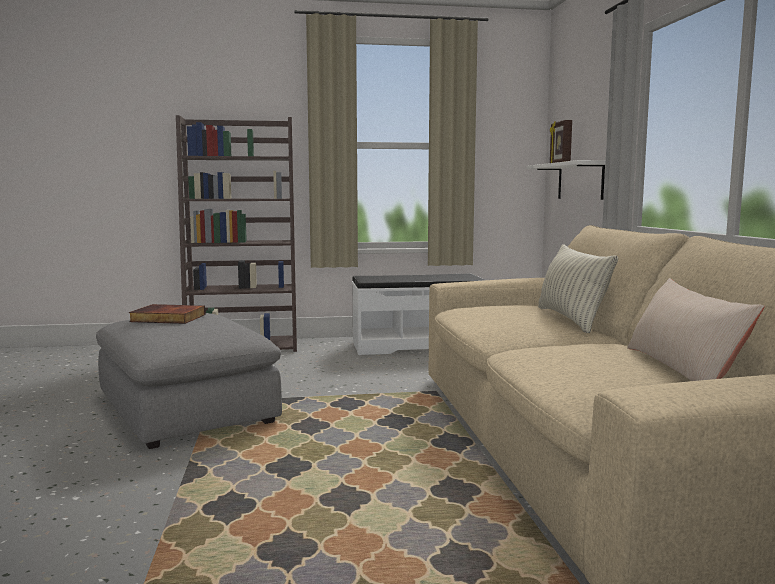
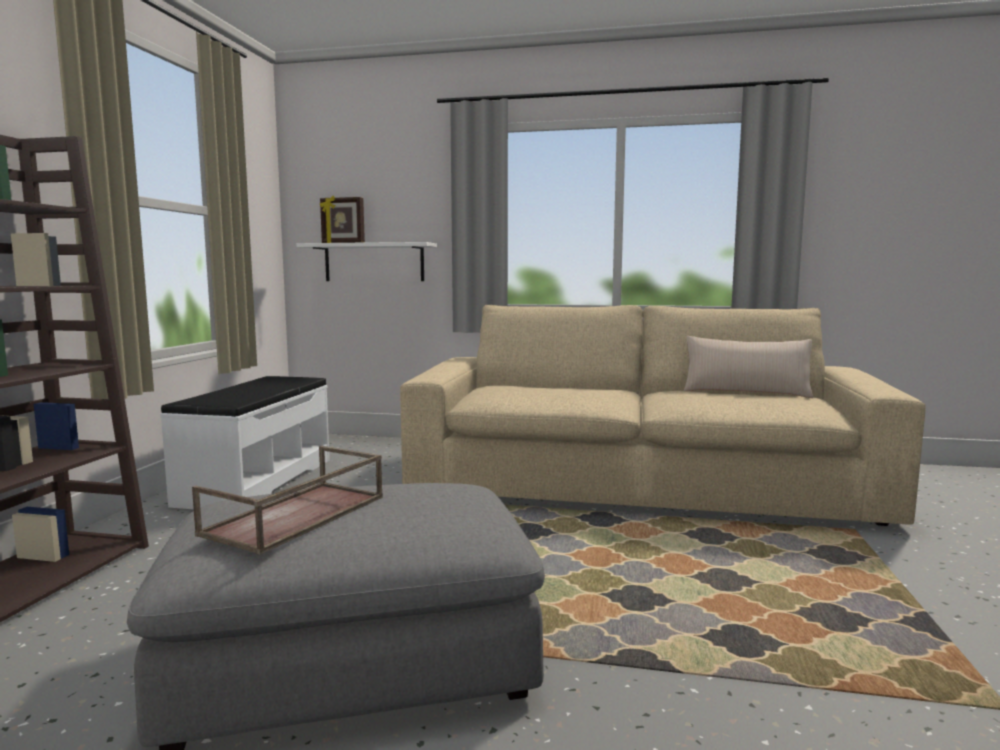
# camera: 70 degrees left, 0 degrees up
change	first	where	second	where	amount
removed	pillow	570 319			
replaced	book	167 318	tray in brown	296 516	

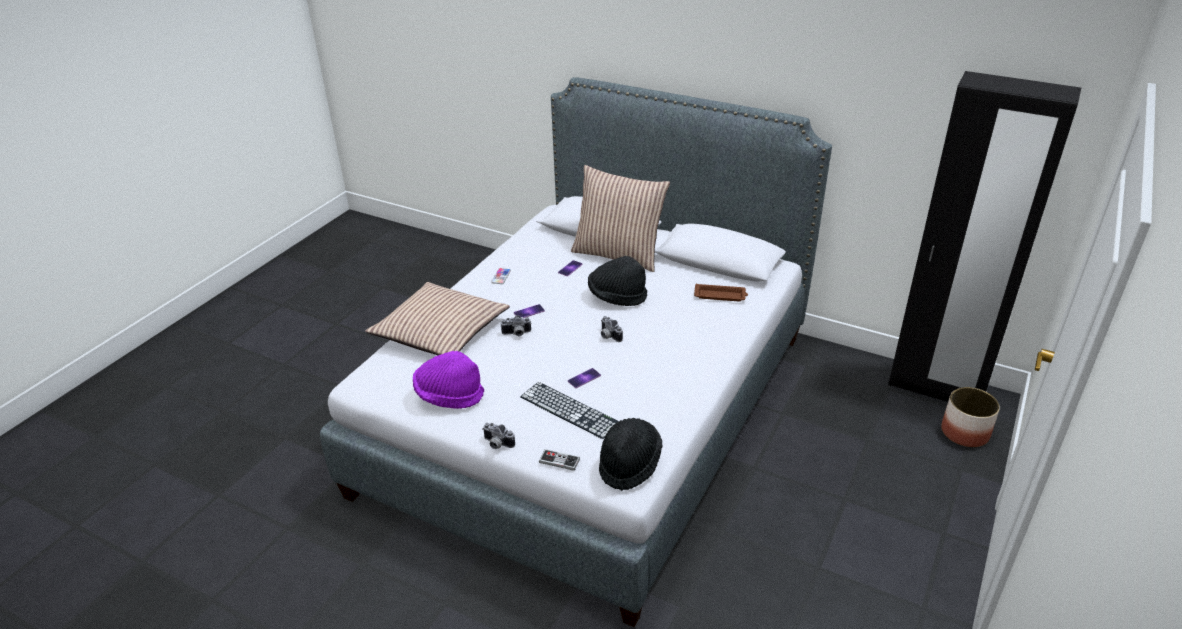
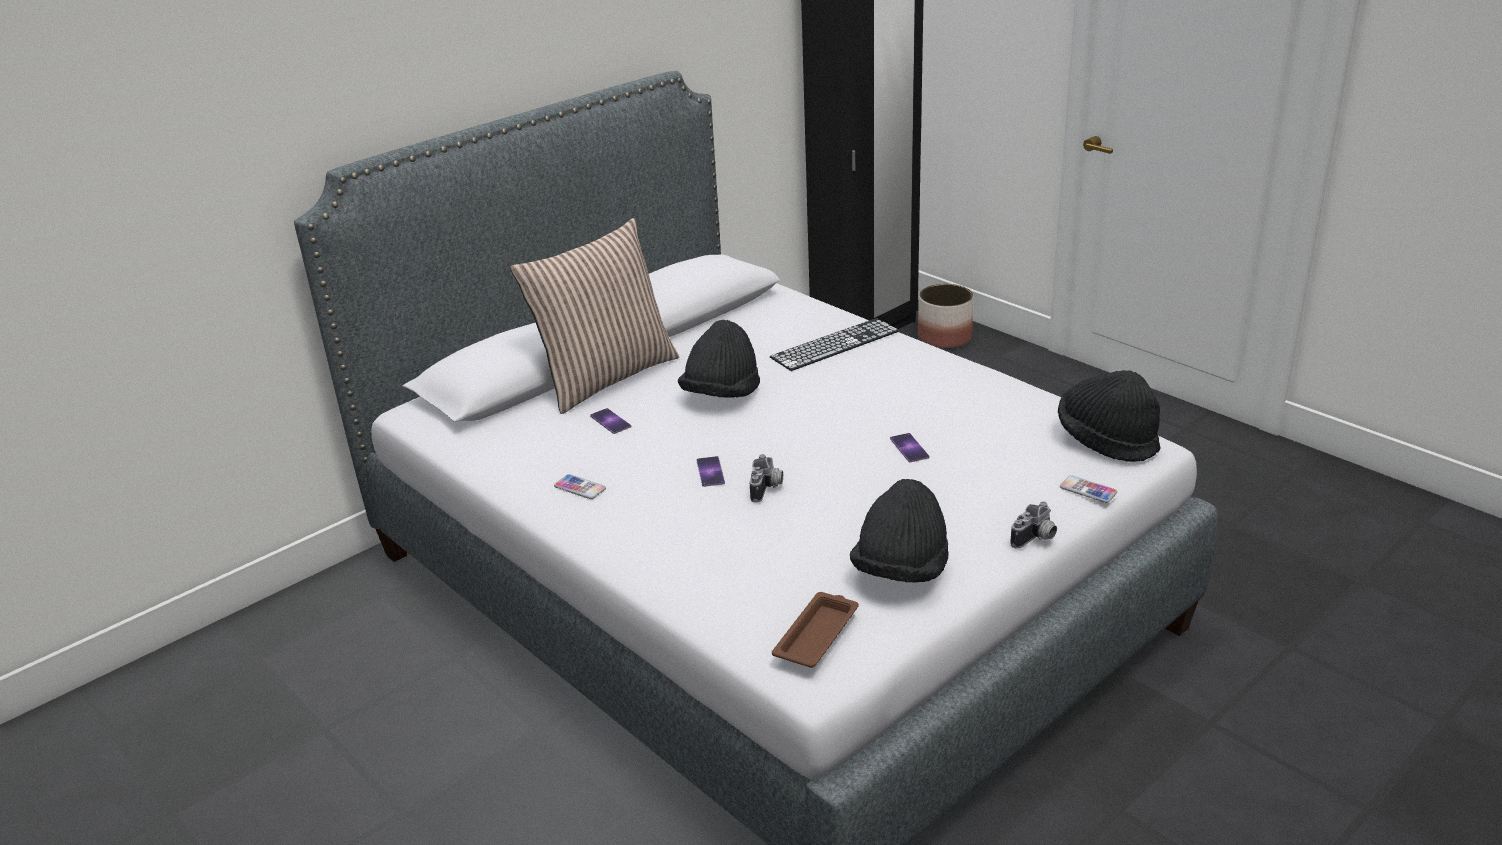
# camera: 70 degrees left, 5 degrees down
change	first	where	second	where	amount
removed	pillow	440 332			
removed	photo camera	608 336			
moved	keyboard	569 410		835 344	
moved	tray in brown	720 296		817 634	
replaced	game controller	559 461	phone	1088 490	
recoloured	hat in purple	449 395	hat in black	901 570	

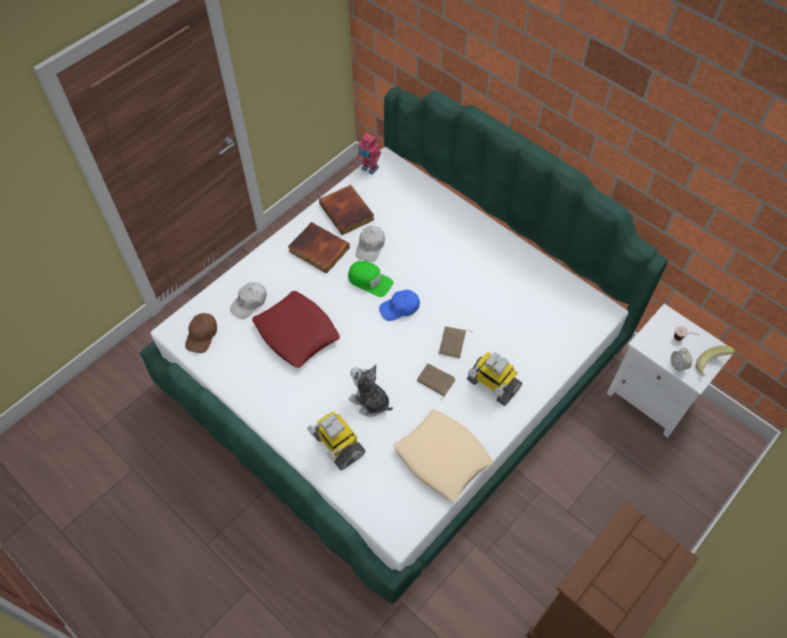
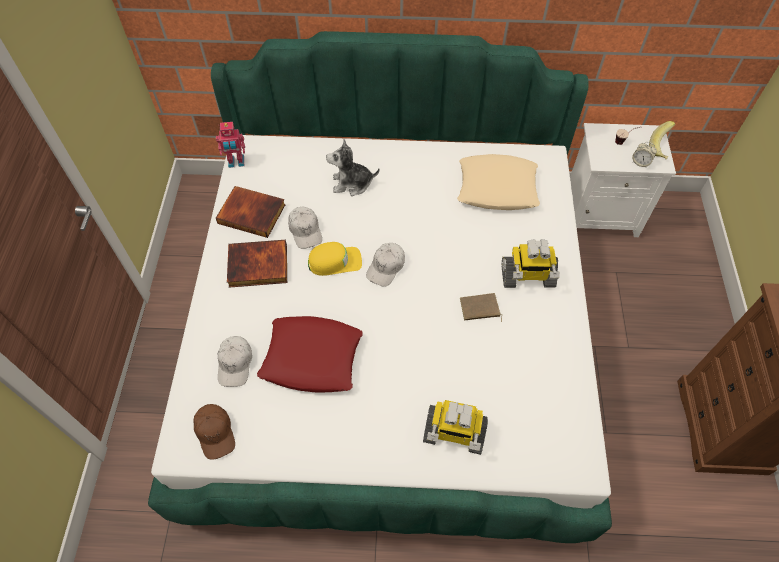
# camera: 40 degrees left, 0 degrees up
change	first	where	second	where	amount
removed	book in brown	453 343			
moved	plush toy	370 401		352 183	
moved	pillow in beige	442 457		497 188	
recoloured	cap in green	370 281	cap in yellow	335 261	
recoloured	cap in blue	400 308	cap in white	386 267	

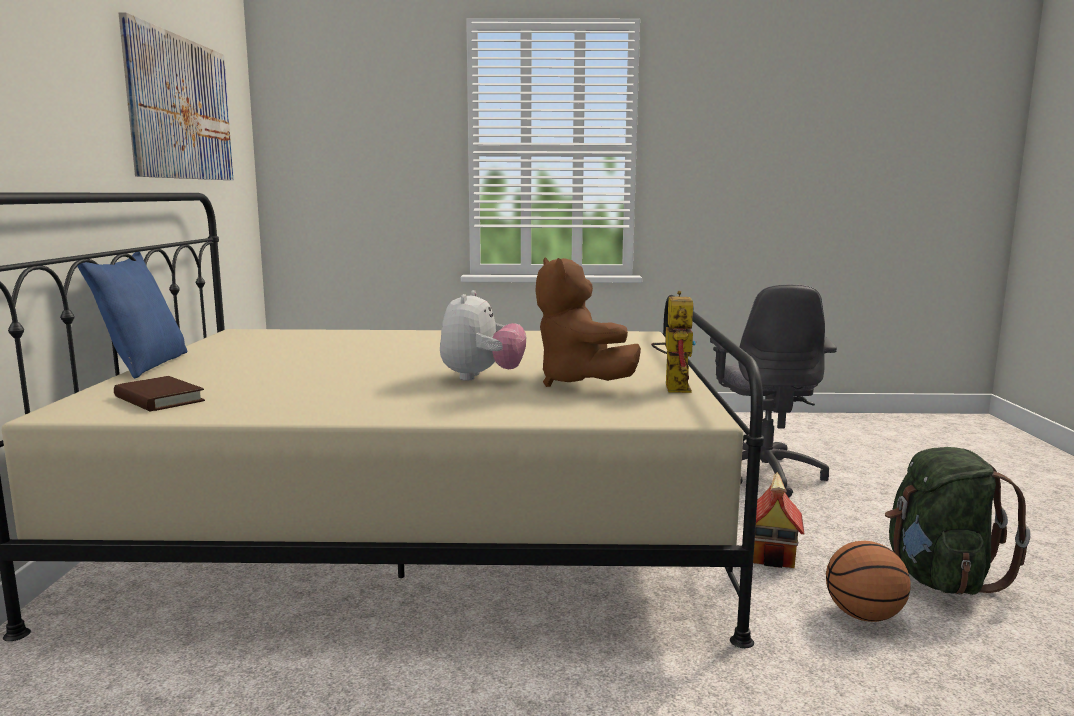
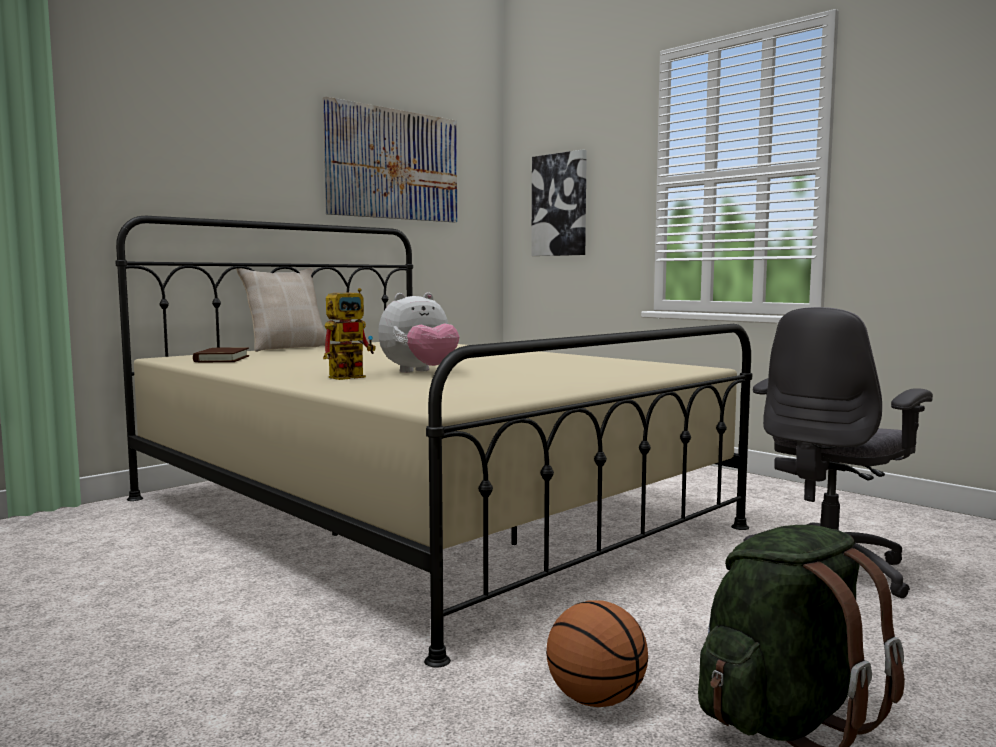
# camera: 45 degrees right, 5 degrees down
change	first	where	second	where	amount
removed	plush toy in brown	578 382			
removed	toy house	773 555			
added			picture	560 205	
moved	toy robot	673 386		352 376	
recoloured	pillow in blue	143 365	pillow in beige	286 348	

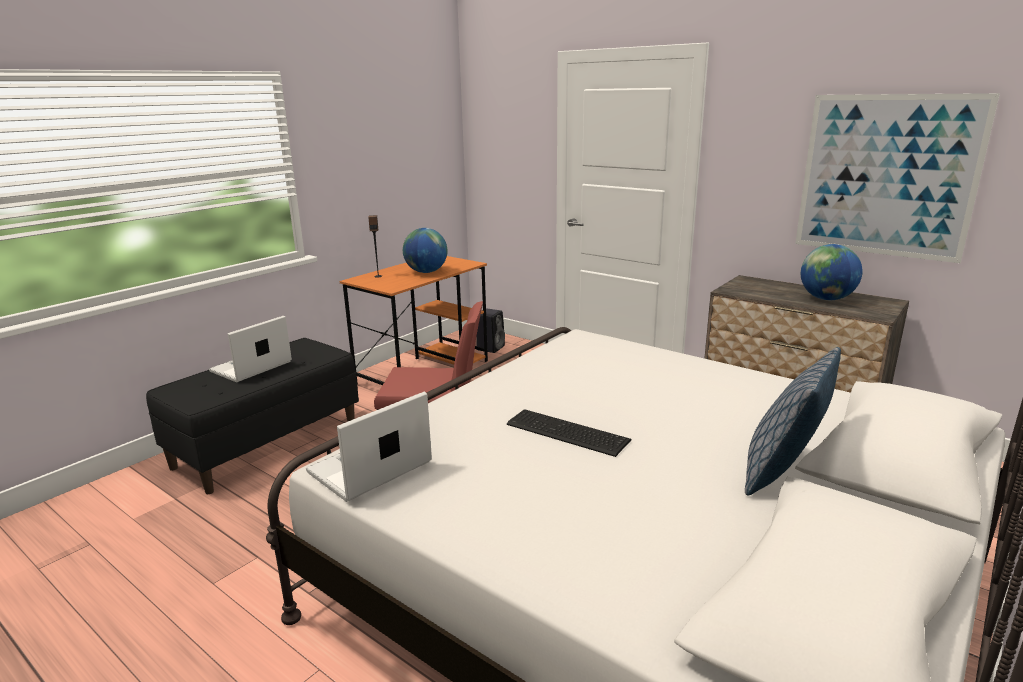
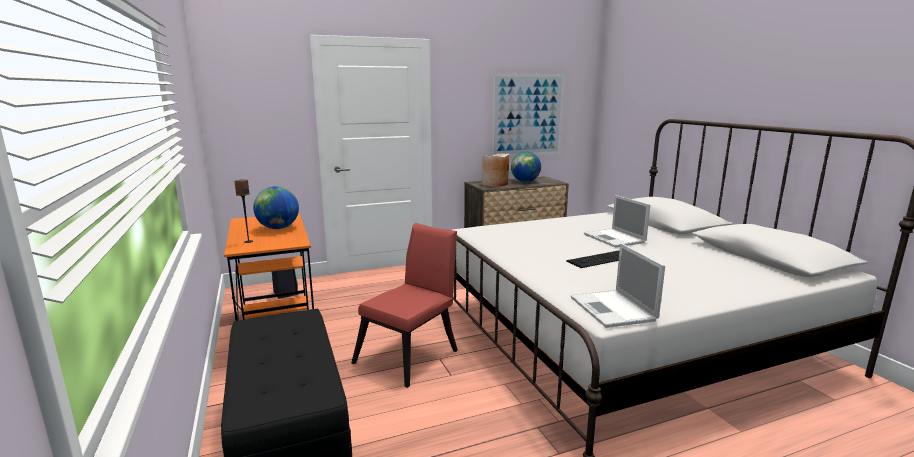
# camera: 60 degrees left, 5 degrees down
change	first	where	second	where	amount
removed	pillow	783 472			
added			vase in beige	495 184	
moved	laptop	250 367		615 238	

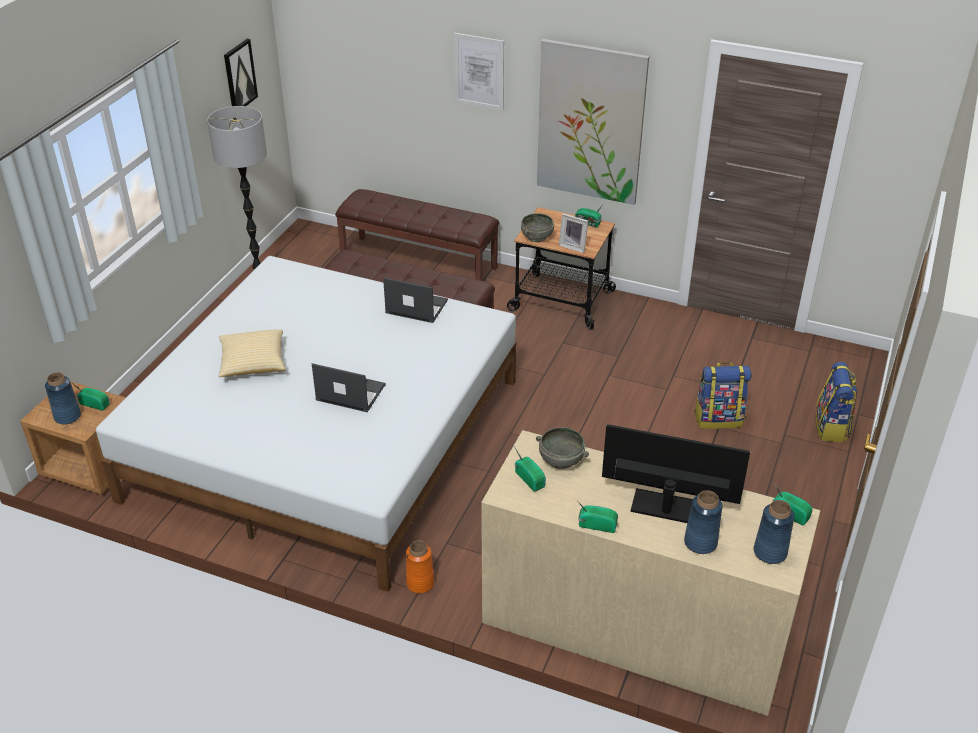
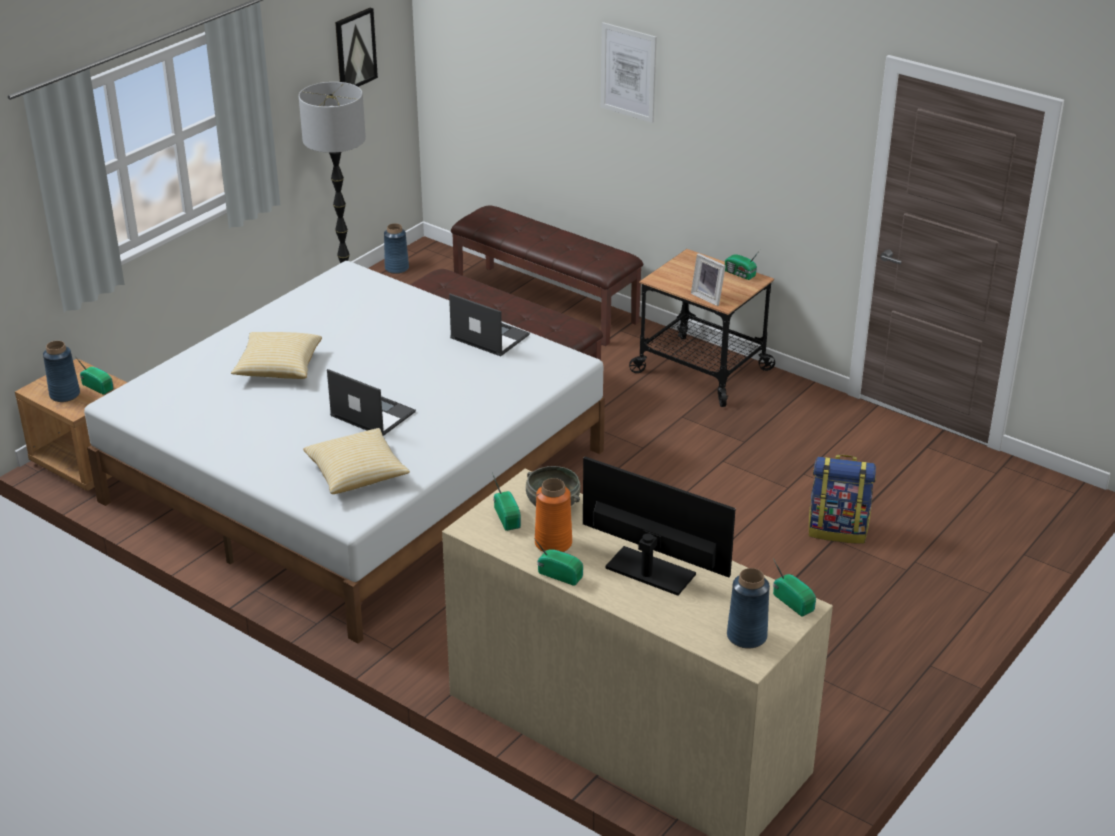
# camera: 15 degrees right, 5 degrees down
change	first	where	second	where	amount
removed	bowl in grey	537 237			
removed	picture	590 123			
removed	backpack	832 427			
added			pillow	357 474	
moved	vase in orange	420 583		553 543	
moved	vase in blue	700 542		397 268	

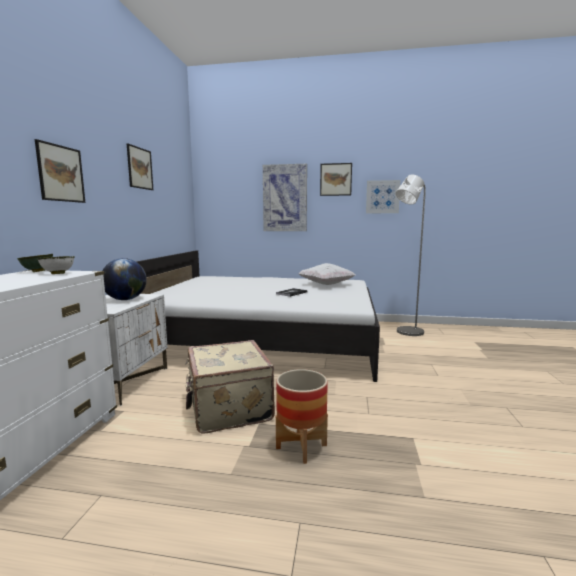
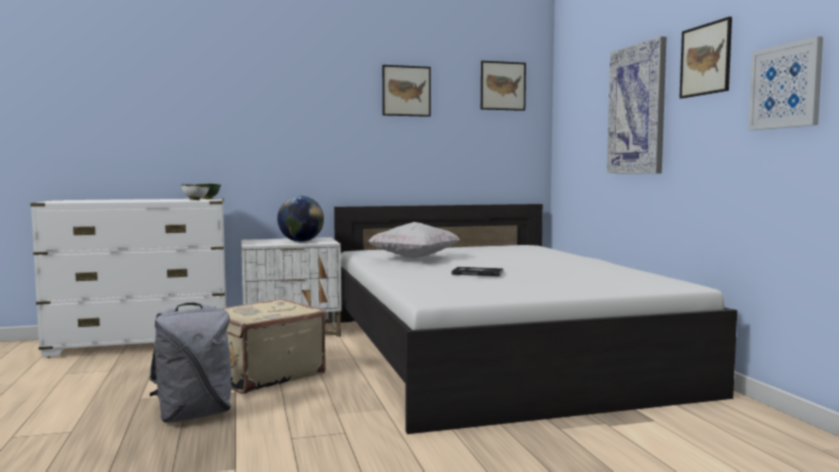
# camera: 65 degrees right, 5 degrees down
change	first	where	second	where	amount
removed	floor lamp in grey	406 332			
moved	picture	61 173		502 86	
moved	pillow in white	326 285		414 258	
replaced	planter	301 446	backpack in grey	194 415	

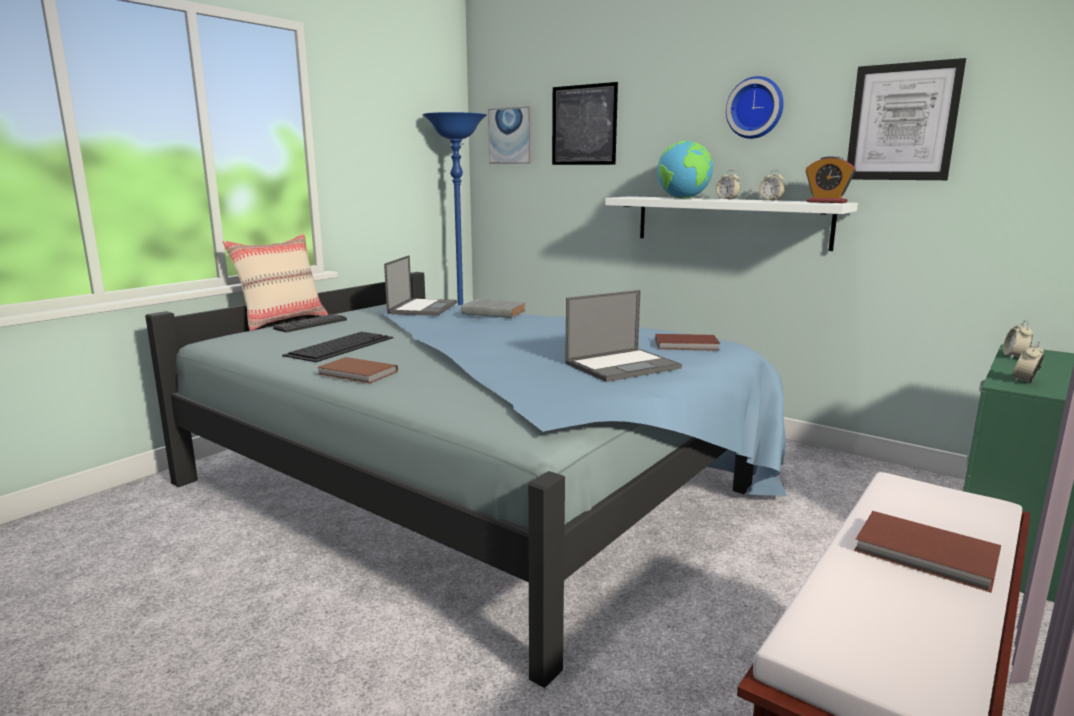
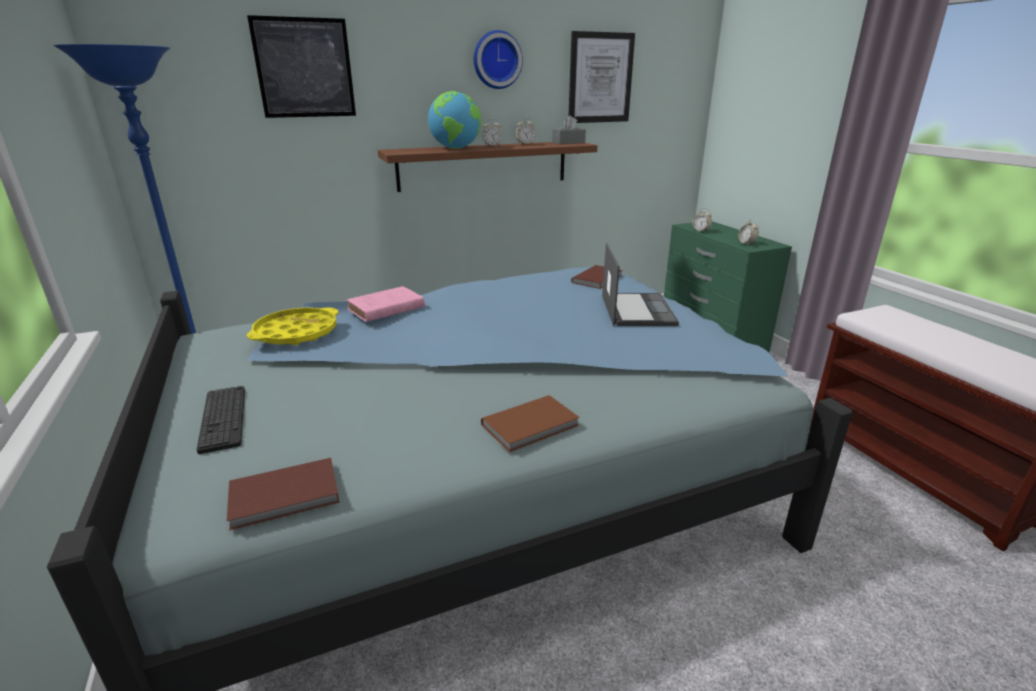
# camera: 60 degrees left, 10 degrees up
change	first	where	second	where	amount
removed	pillow in beige	282 321			
removed	keyboard	341 346			
removed	picture	511 136			
moved	book in brown	927 555		286 496	
replaced	laptop	423 308	tray in yellow	296 333	
replaced	alarm clock	826 202	tissue box in grey	568 142	
recoloured	book in grey	492 312	book in pink	384 309	
recoloured	shelf in white	730 221	shelf in brown	484 165	

